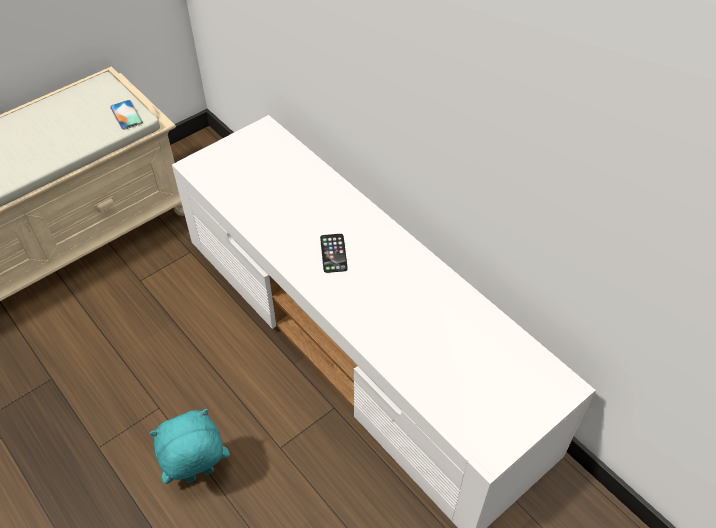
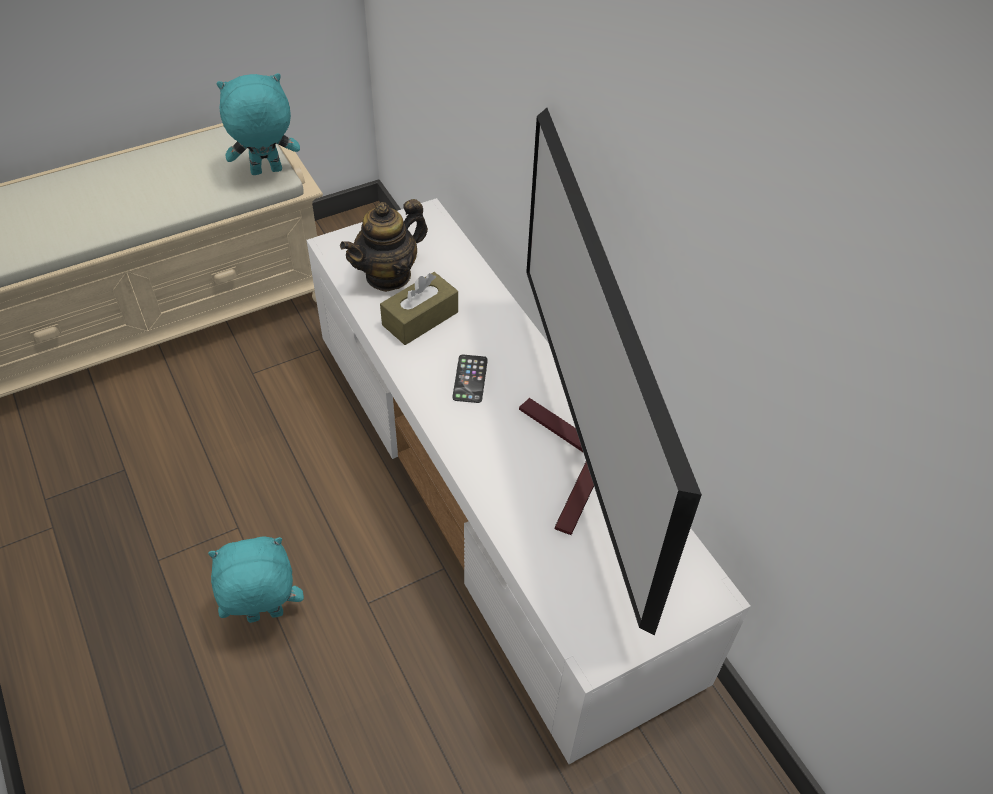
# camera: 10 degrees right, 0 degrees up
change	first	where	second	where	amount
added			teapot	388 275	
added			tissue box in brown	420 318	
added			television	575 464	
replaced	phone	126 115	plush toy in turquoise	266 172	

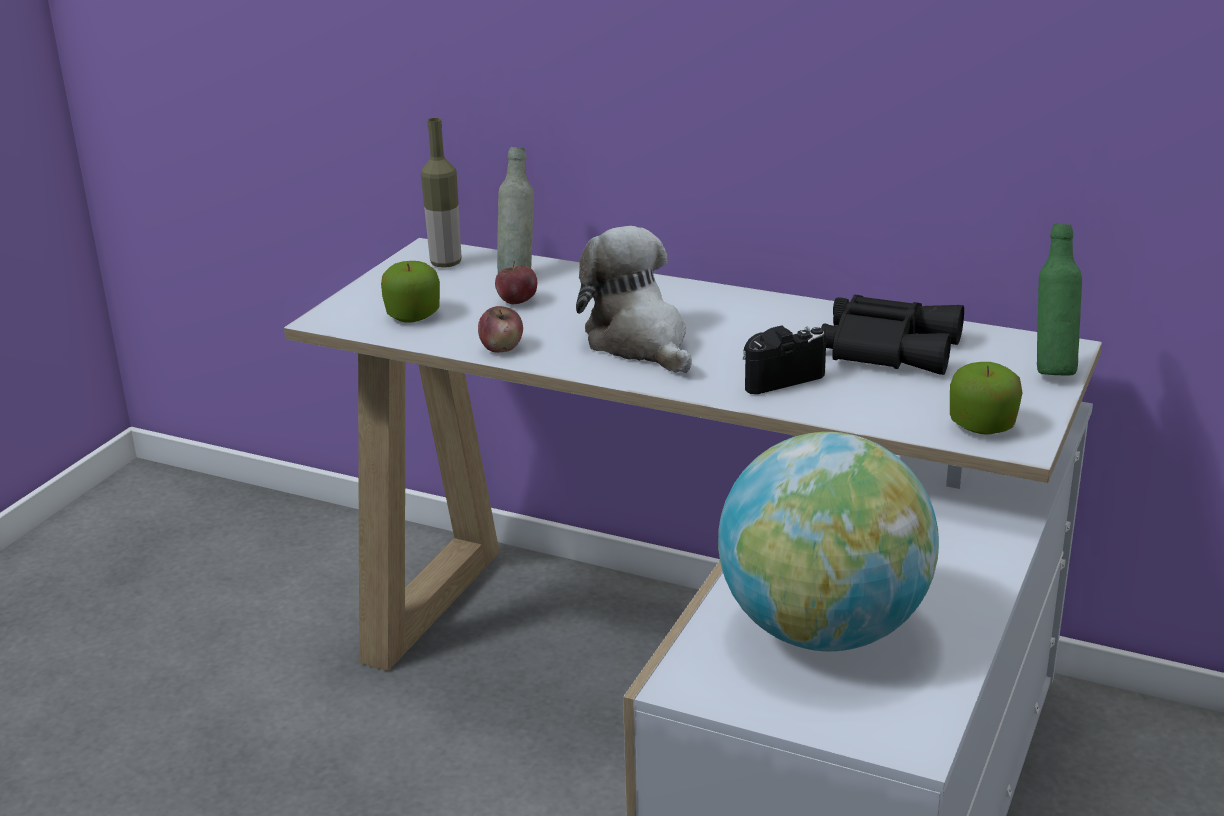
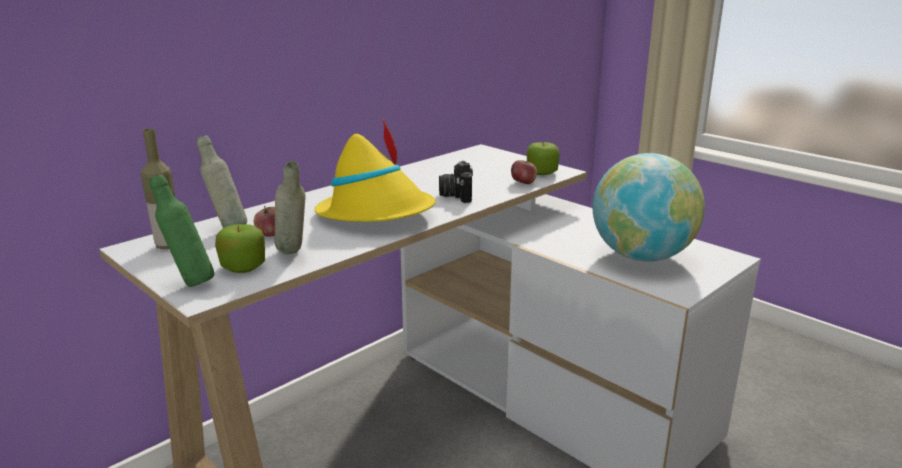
# camera: 70 degrees left, 5 degrees down
change	first	where	second	where	amount
removed	binoculars in black	888 347			
added			bottle in grey	293 255	
moved	apple	501 348		523 182	
moved	bottle in green	1052 370		189 282	
replaced	plush toy	639 342	hat in yellow	377 214	

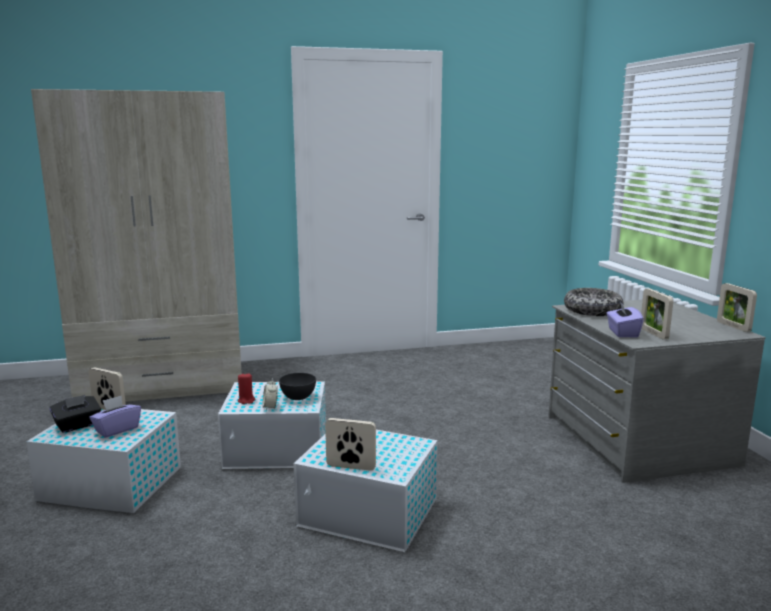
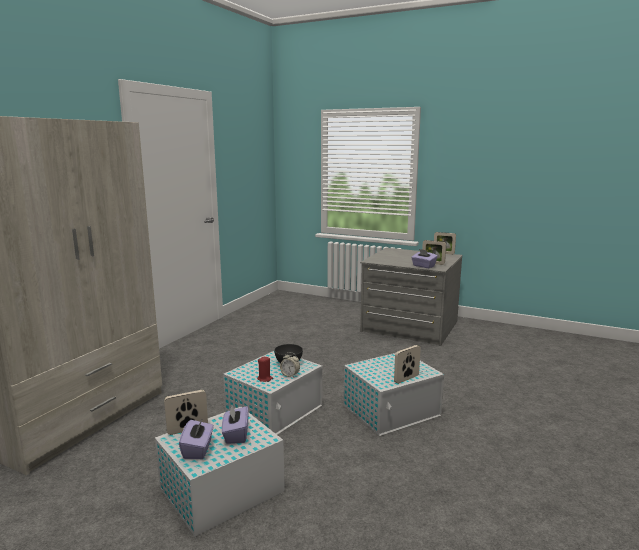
# camera: 50 degrees left, 0 degrees up
change	first	where	second	where	amount
removed	bowl	592 311			
recoloured	tissue box in black	78 425	tissue box in purple	198 449	

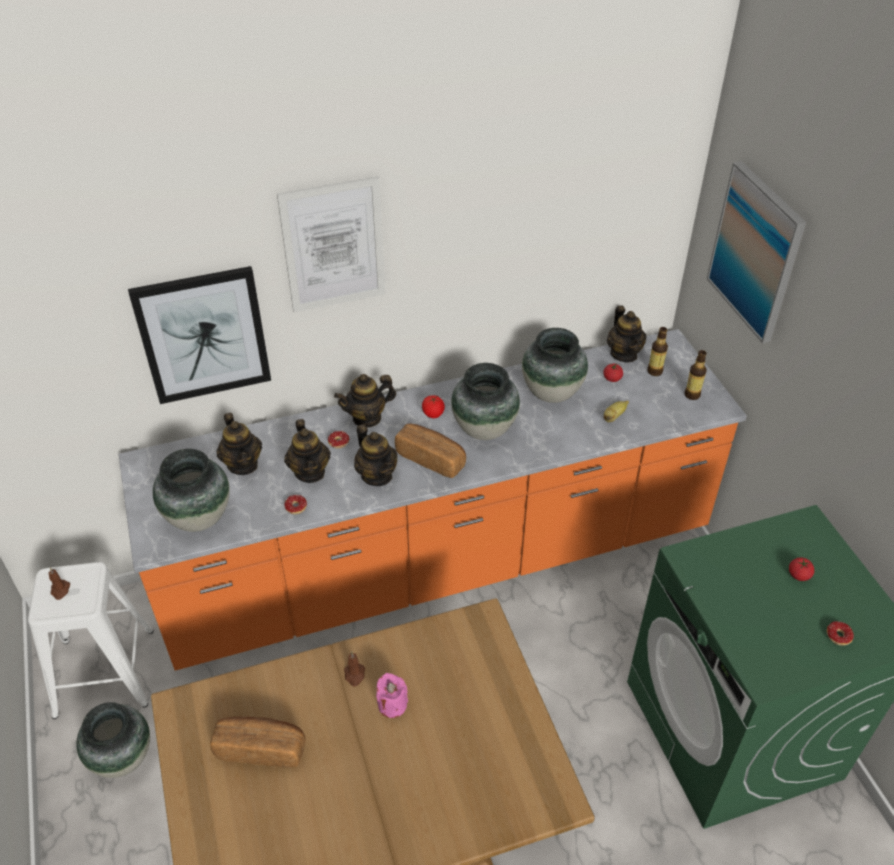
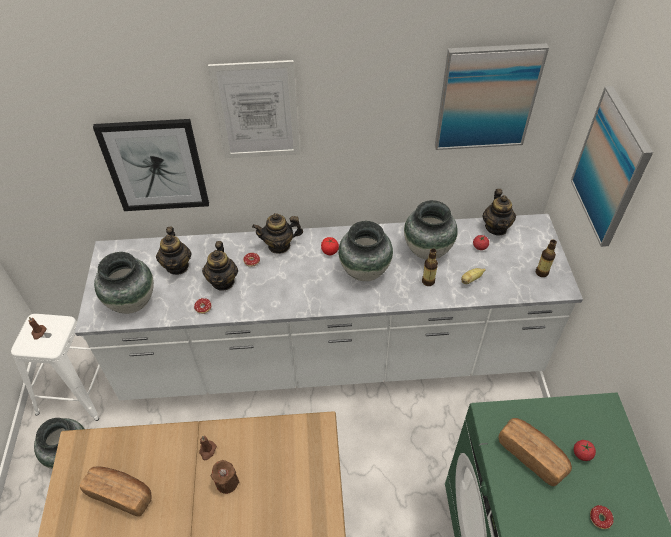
# camera: 15 degrees right, 5 degrees up
change	first	where	second	where	amount
removed	teapot	377 475			
added			picture	487 97	
moved	bread	431 458		532 455	
moved	bottle	654 371		428 281	
recoloured	counter in orange	447 561	counter in white	337 356	
recoloured	candle in pink	392 705	candle in brown	227 482	

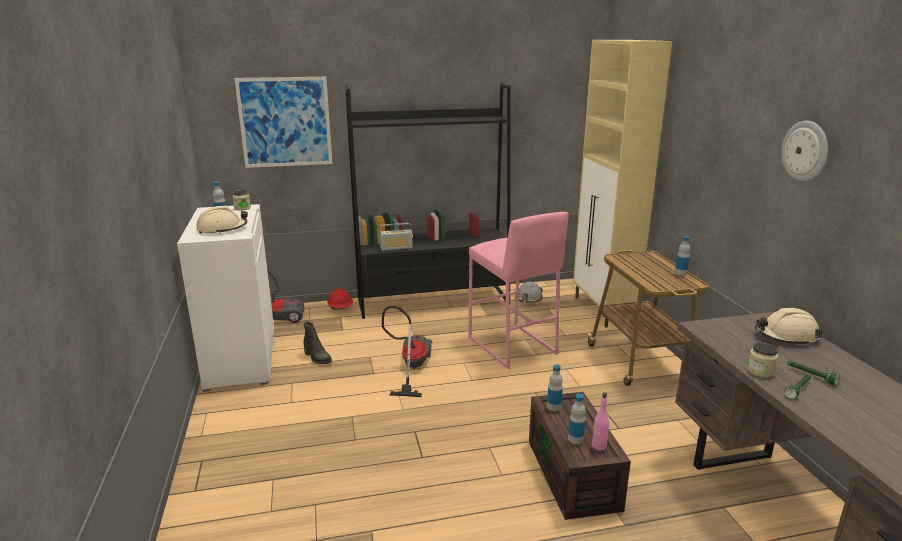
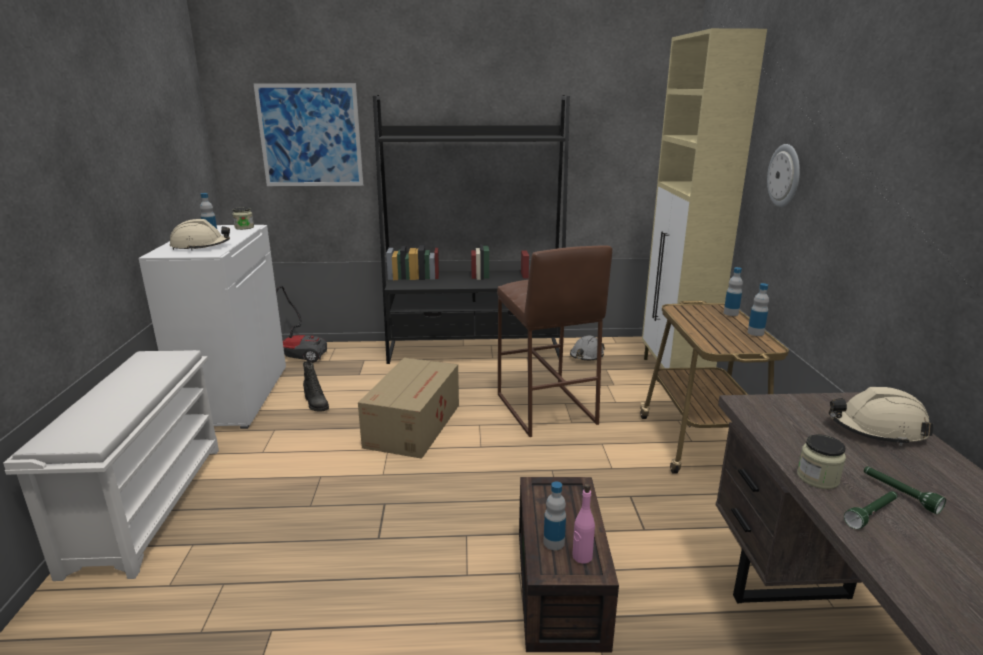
# camera: 10 degrees right, 0 degrees up
change	first	where	second	where	amount
removed	hard hat in red	340 309			
removed	radio	396 248			
added			shoe rack in white	148 504	
moved	bottle	553 407		731 313	
moved	wall clock	805 151		785 175	
replaced	vacuum cleaner	410 367	cardboard box	414 424	
recoloured	stool in pink	511 345	stool in brown	545 409	

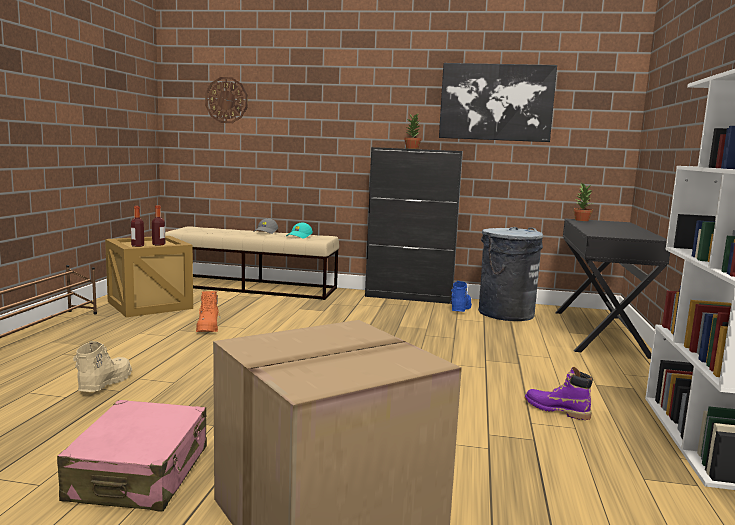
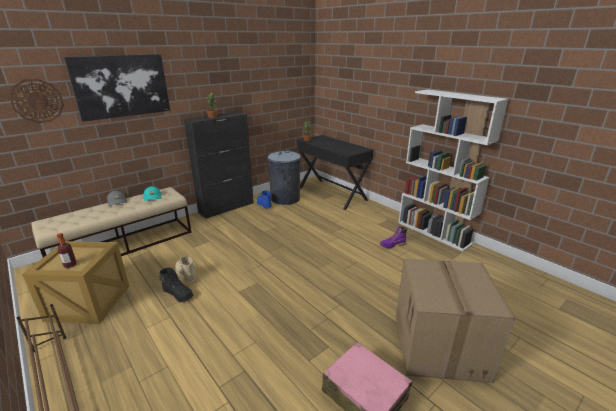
# camera: 50 degrees left, 15 degrees up
change	first	where	second	where	amount
removed	bottle	158 244			
moved	boot in beige	104 383		185 275	
moved	picture	496 102		122 86	
recoloured	boot in orange	208 328	boot in black	178 294	

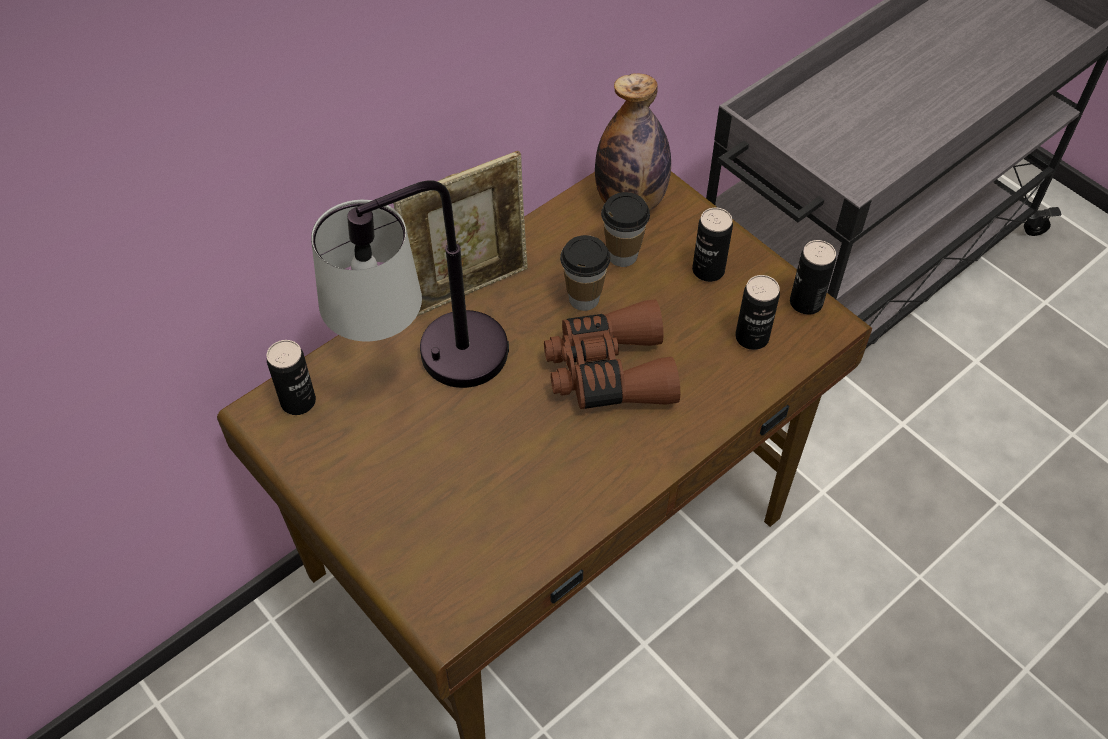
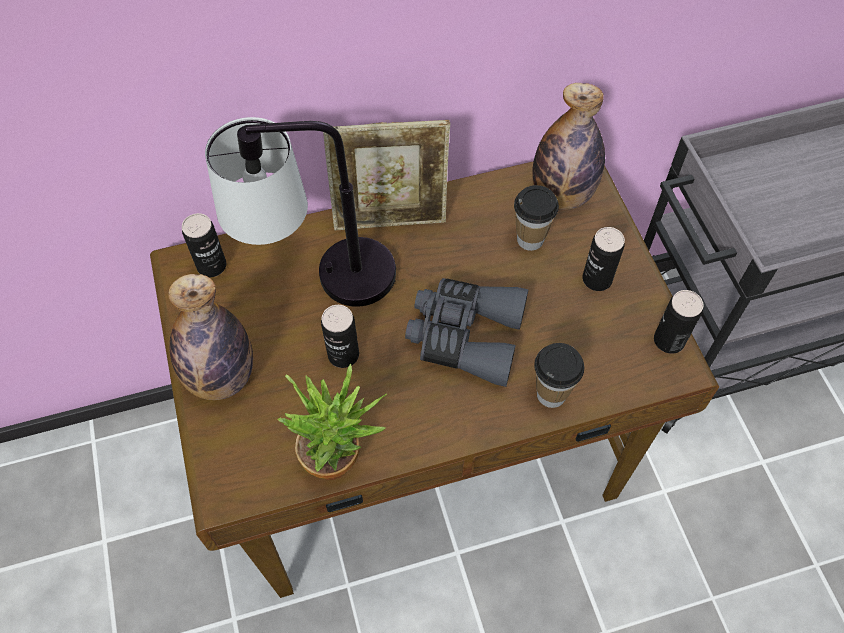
# camera: 25 degrees right, 5 degrees up
change	first	where	second	where	amount
added			bottle	221 377	
added			potted plant	340 457	
moved	cup	583 298		551 394	
moved	can	752 337		343 354	
recoloured	binoculars in brown	609 371	binoculars in grey	465 336	

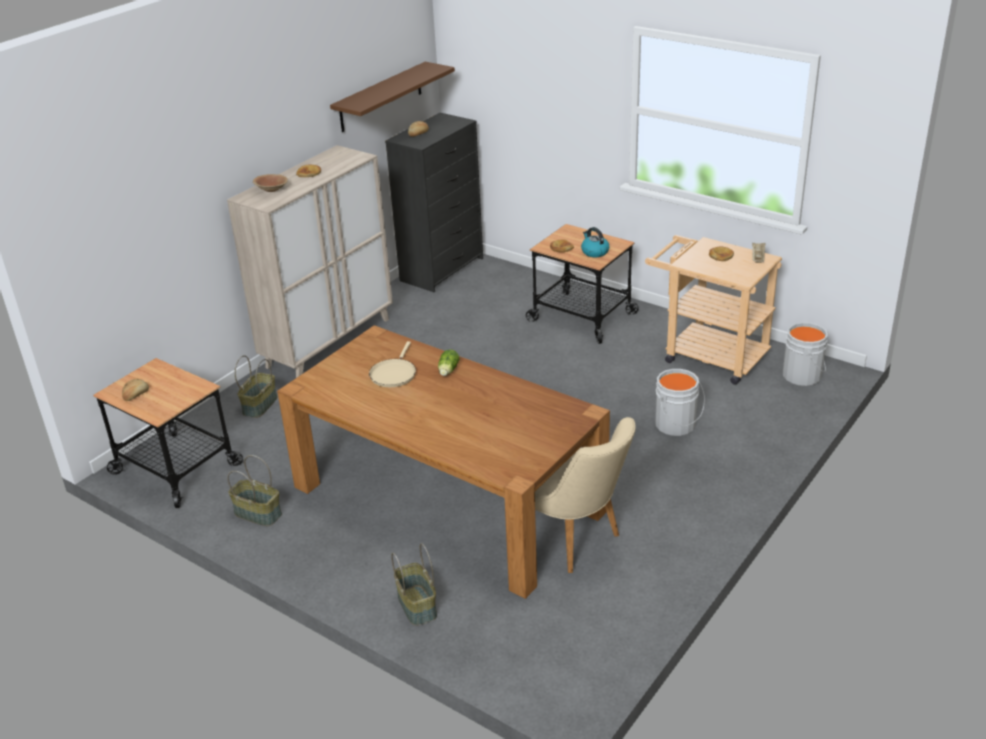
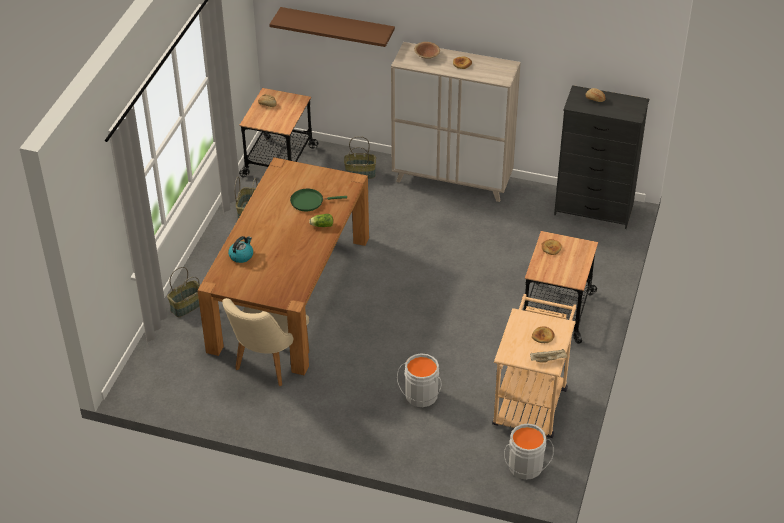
# camera: 70 degrees right, 10 degrees up
change	first	where	second	where	amount
moved	shelf in brown	381 97		337 27	
moved	kettle	594 252		241 255	
recoloured	frying pan in beige	393 374	frying pan in green	309 201	

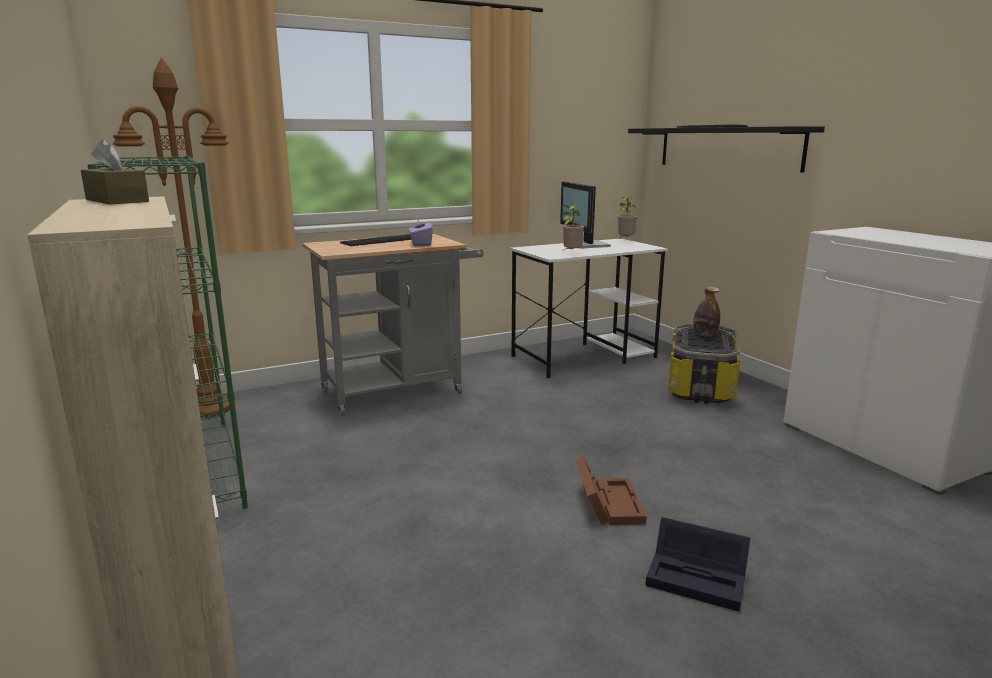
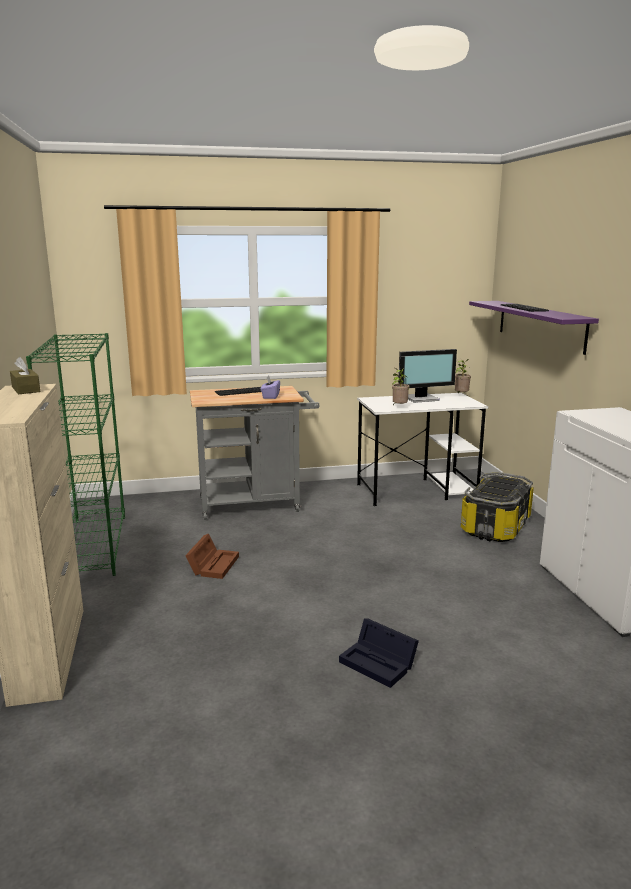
# camera: 15 degrees right, 0 degrees up
change	first	where	second	where	amount
removed	floor lamp in brown	211 409			
removed	bottle	704 335			
moved	storage box in brown	607 503		213 564	
recoloured	shelf in black	727 148	shelf in purple	540 325	
turned	monitor	586 245		422 399	105 degrees counterclockwise

